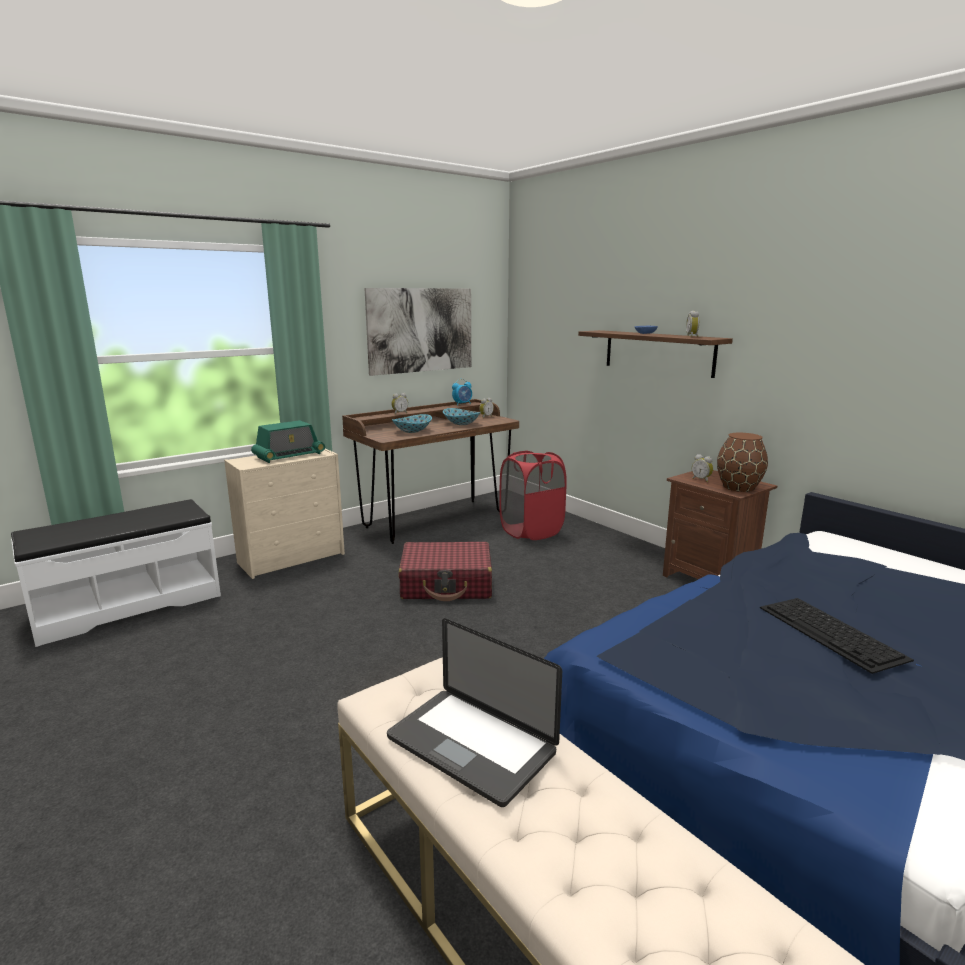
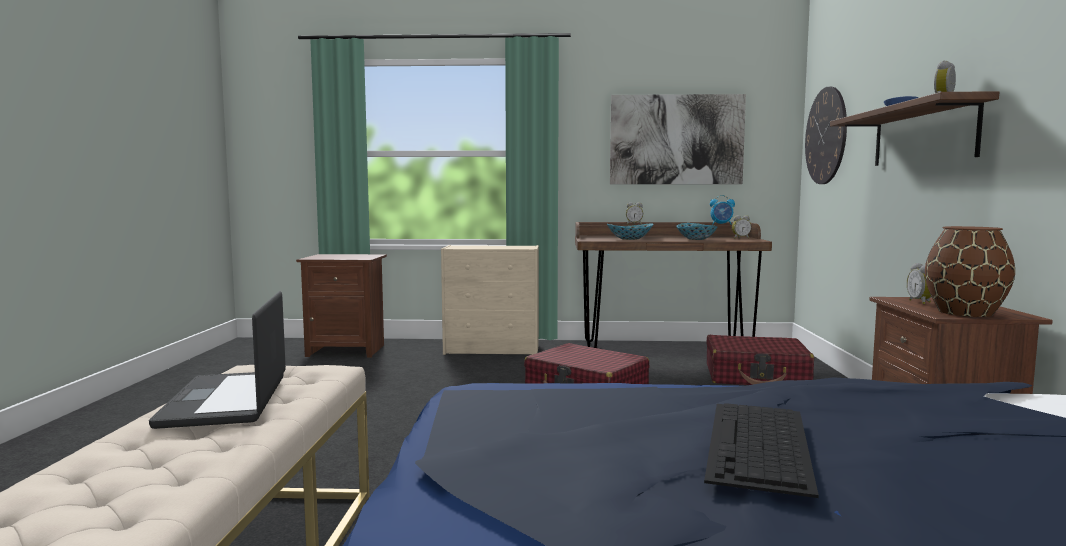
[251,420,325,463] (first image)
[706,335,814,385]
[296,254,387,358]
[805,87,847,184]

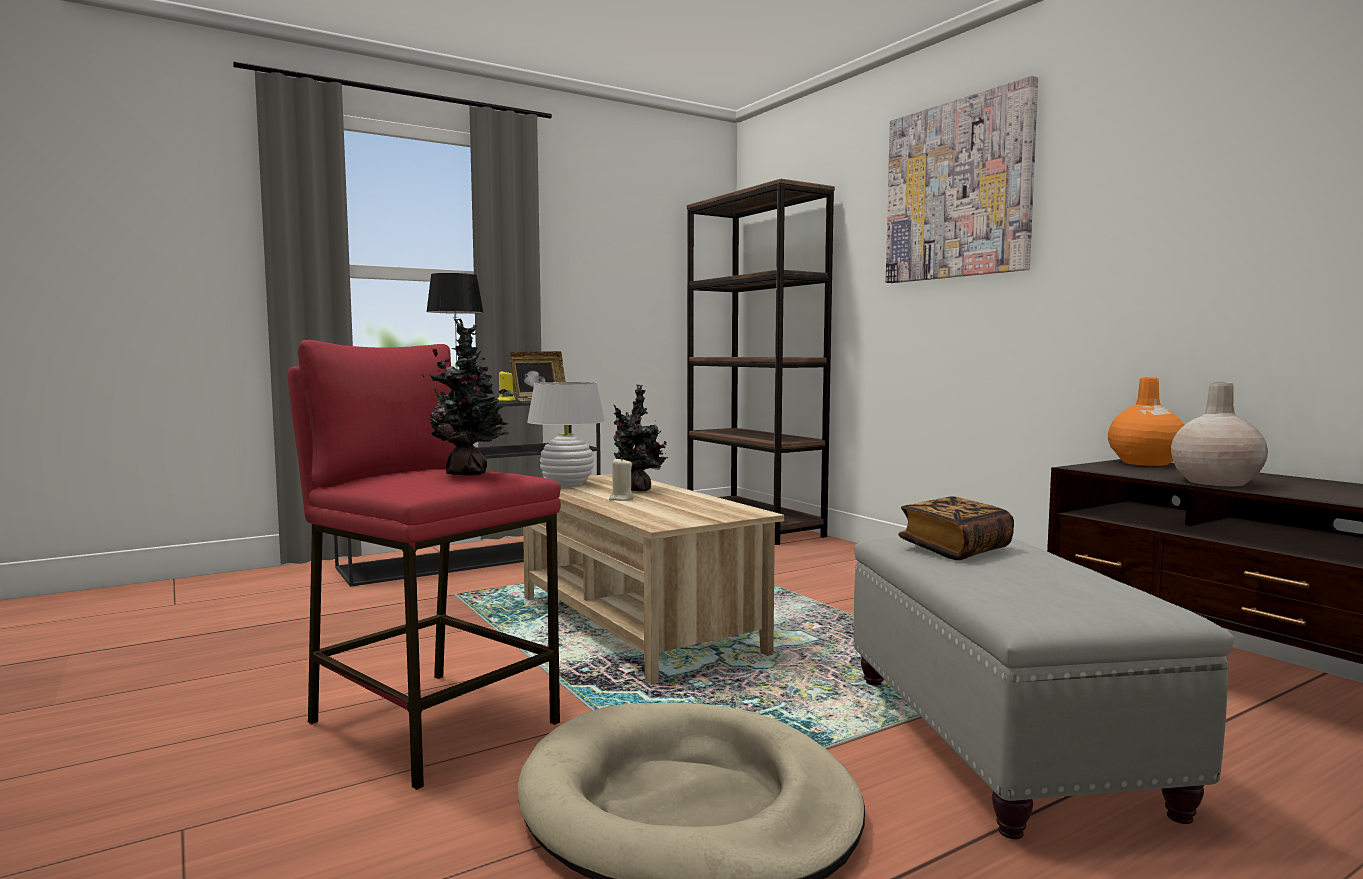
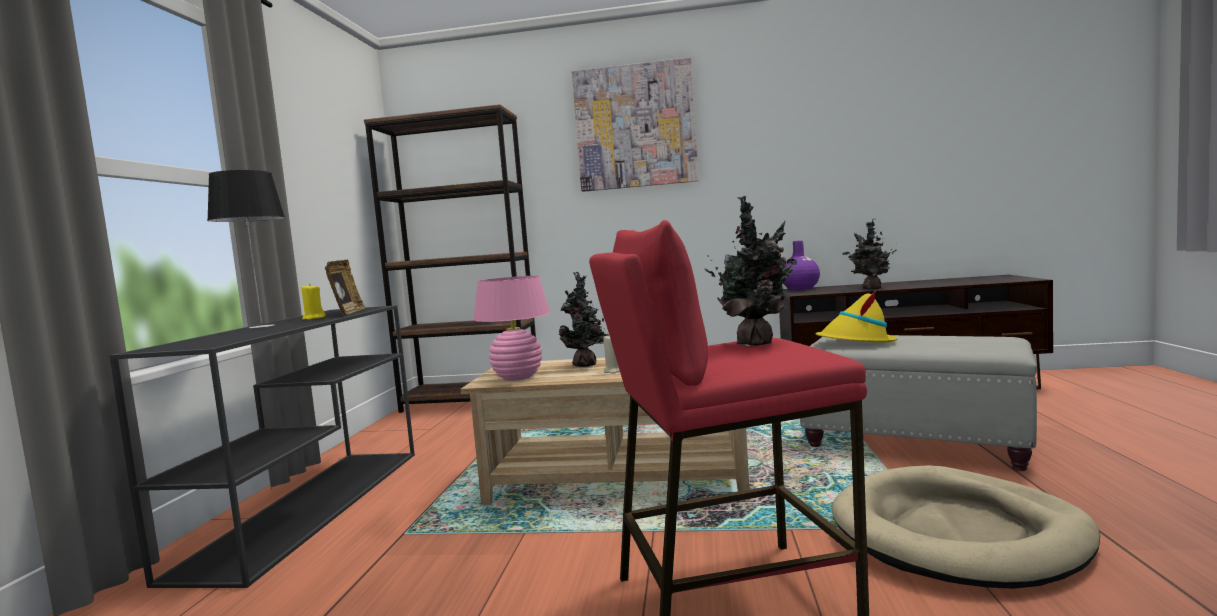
[783,241,820,290]
[474,276,550,381]
[842,219,897,290]
[815,289,898,343]

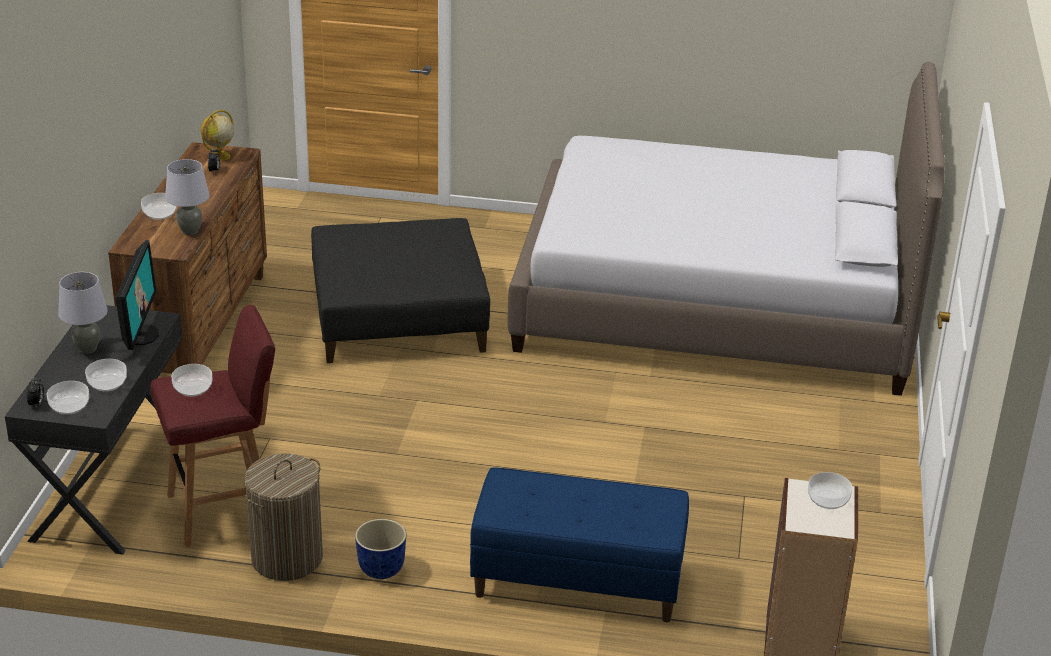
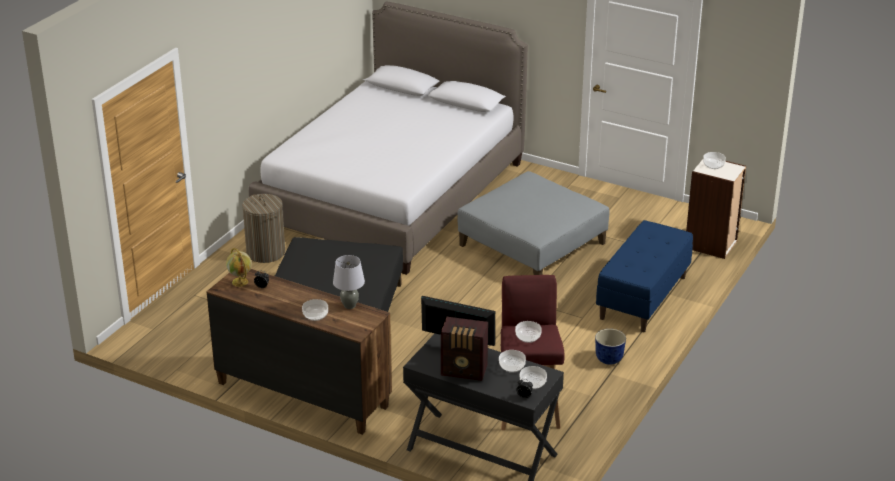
[441,317,488,381]
[242,194,285,263]
[458,171,610,275]

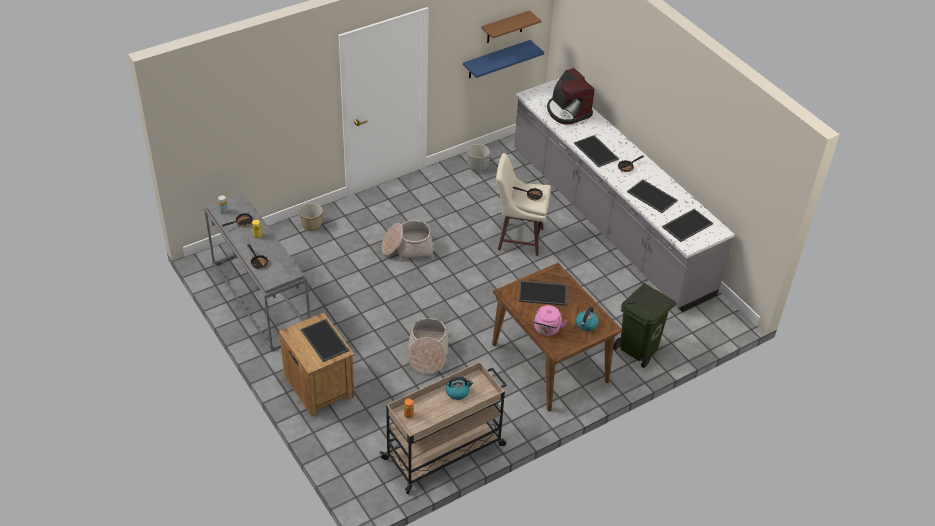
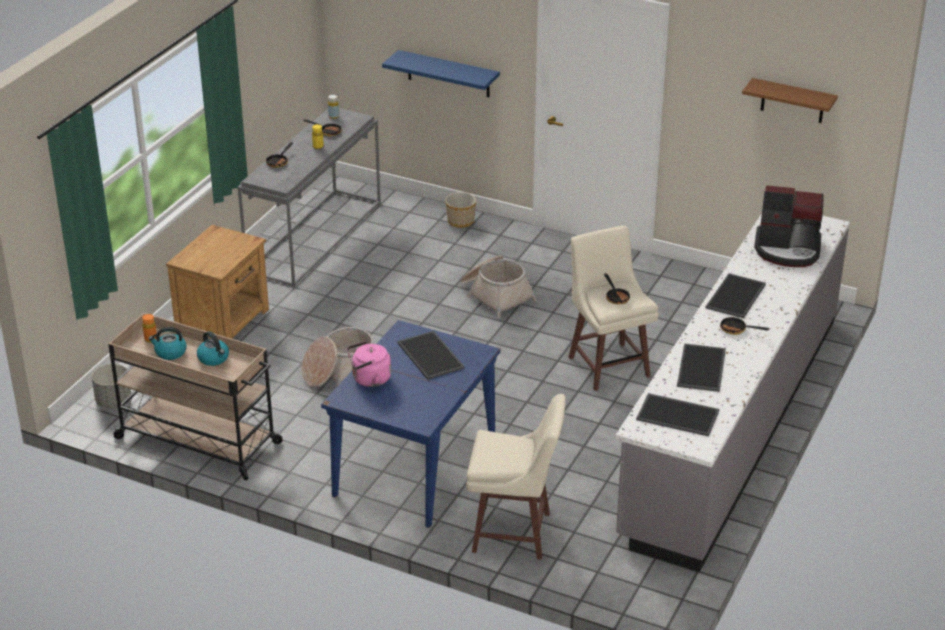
[382,50,500,97]
[754,185,824,267]
[91,364,131,408]
[321,320,501,528]
[466,394,566,560]
[148,327,187,360]
[301,319,349,362] (first image)

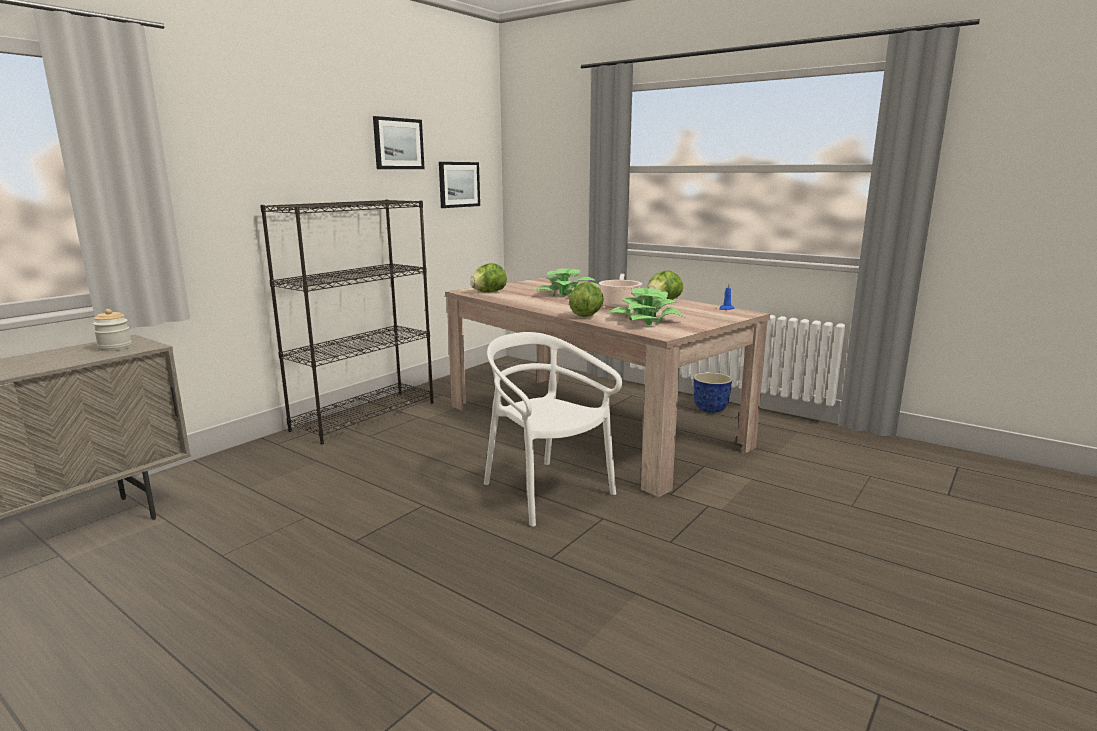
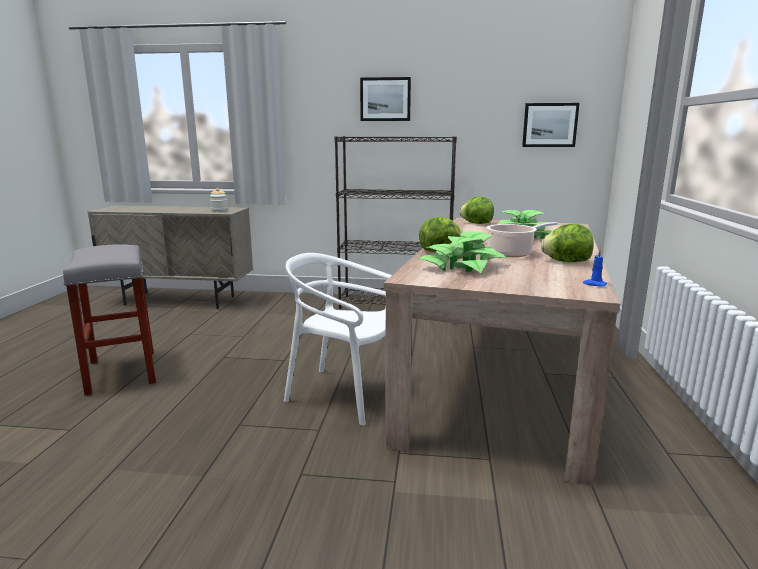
[360,77,411,121]
[284,253,392,426]
[693,372,732,413] (first image)
[63,244,156,395]

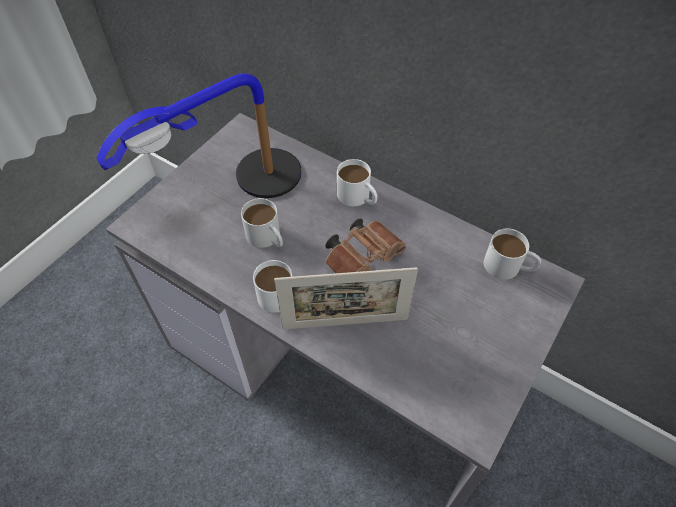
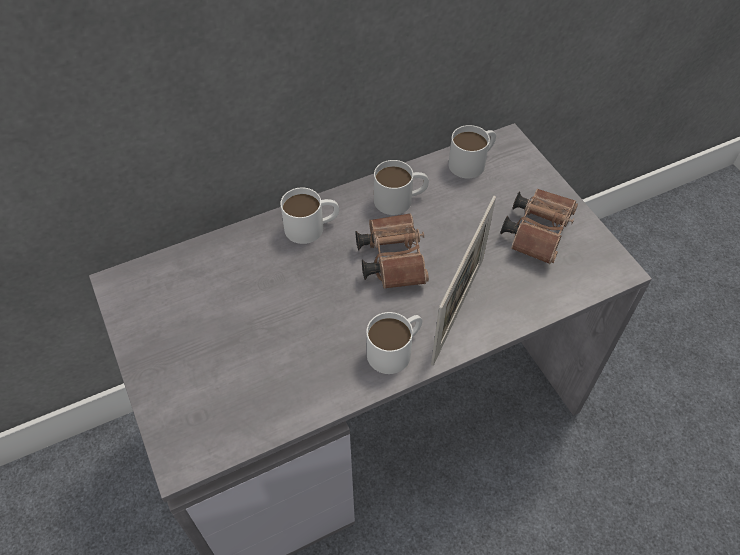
[97,74,302,198] (first image)
[374,160,429,215]
[500,188,578,264]

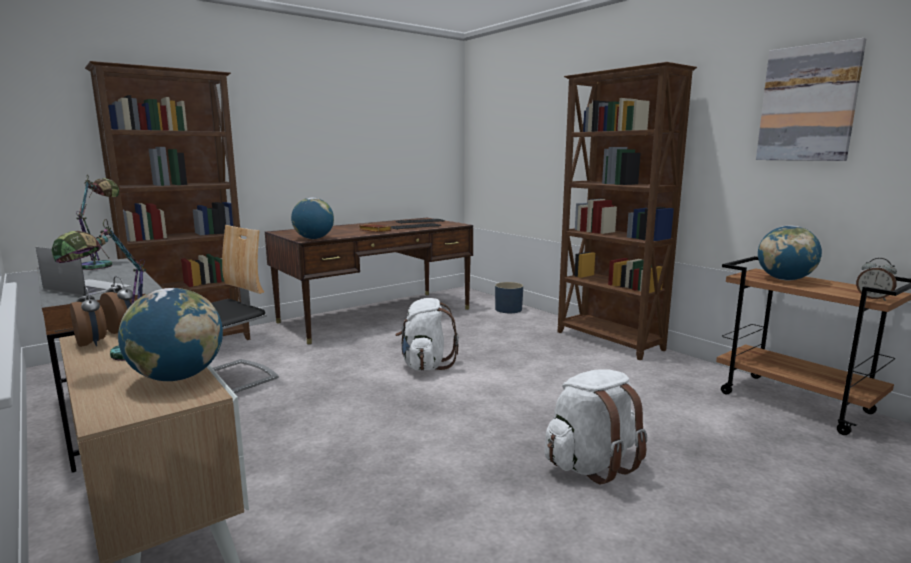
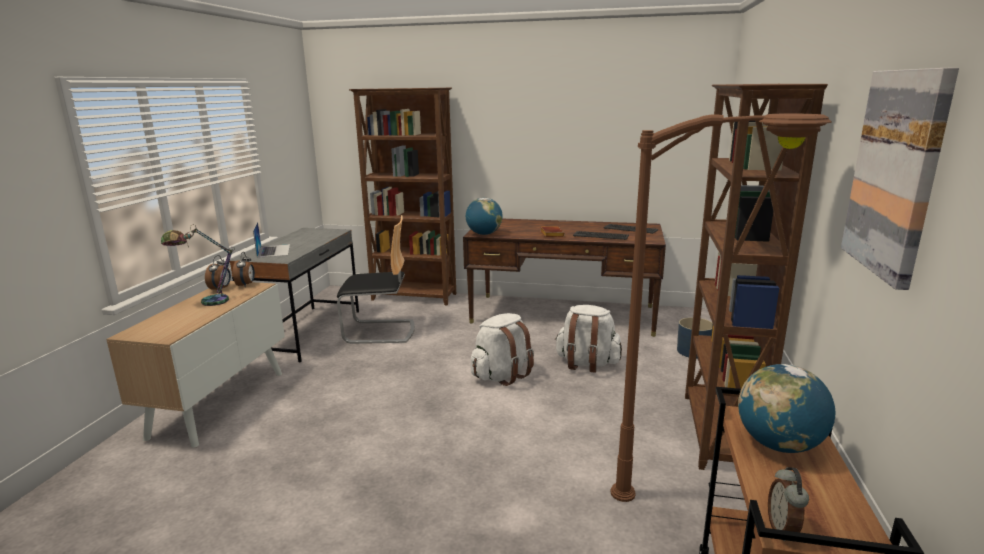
[76,176,119,270] (first image)
[118,288,223,381] (first image)
[555,305,622,373]
[611,113,832,502]

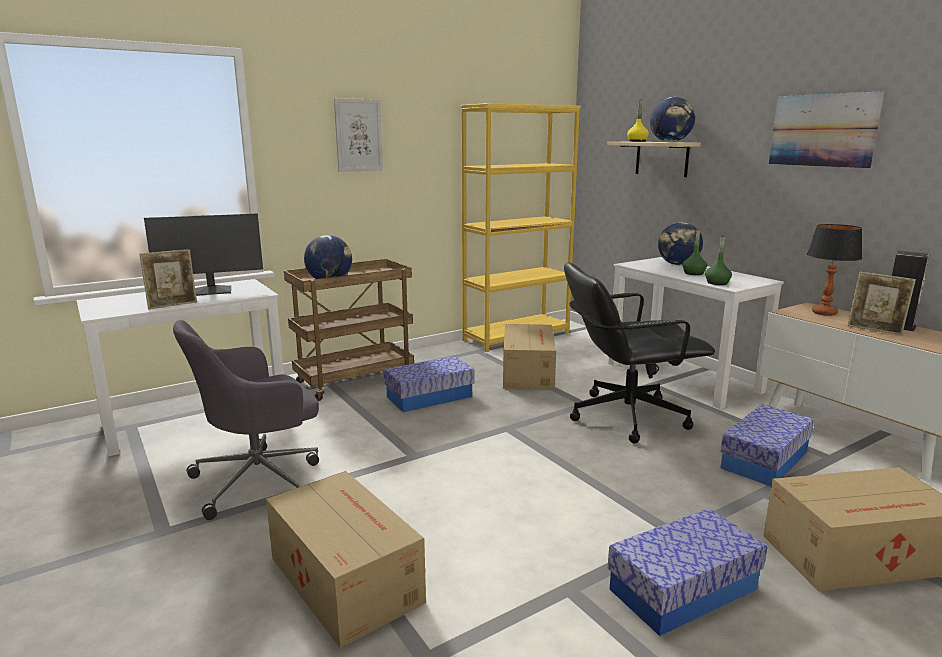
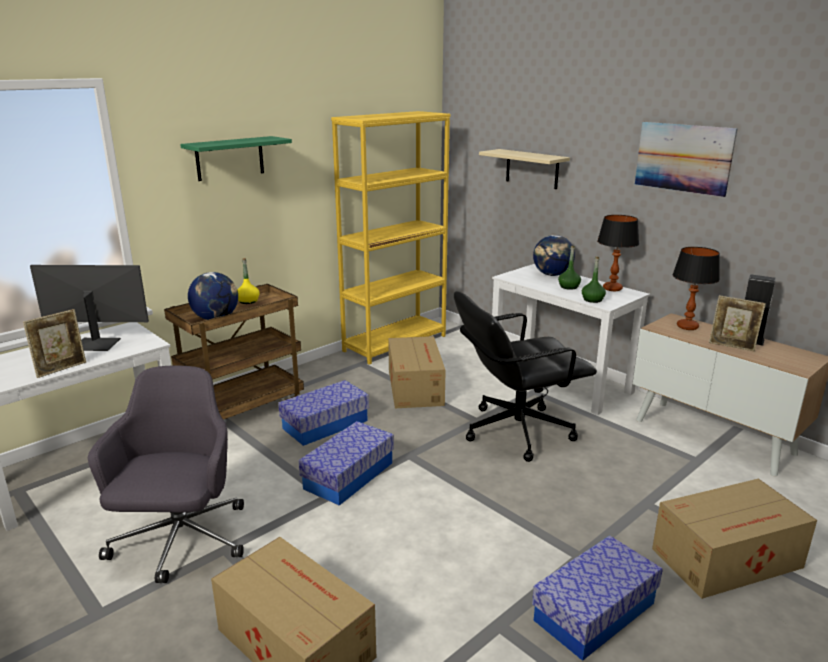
[650,97,695,142] (first image)
[180,136,292,181]
[237,258,260,304]
[30,265,149,351]
[88,365,244,583]
[299,421,394,506]
[597,215,639,291]

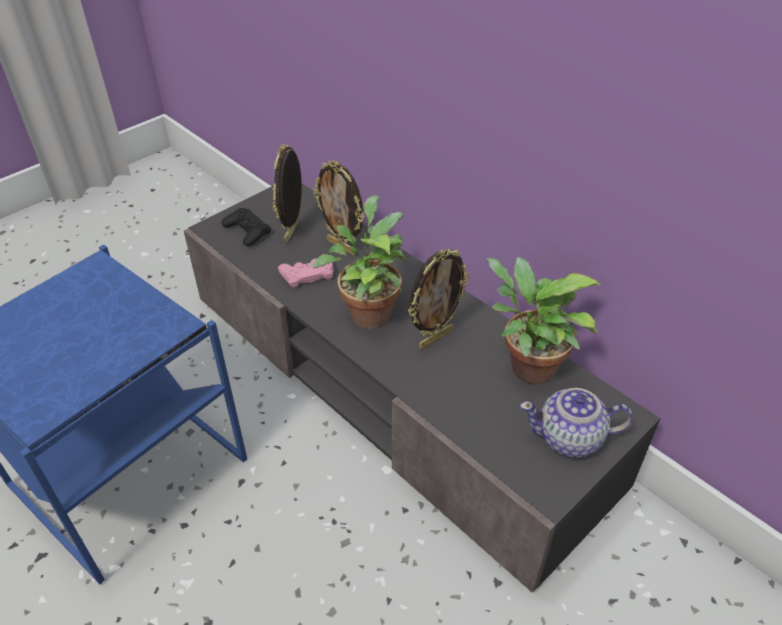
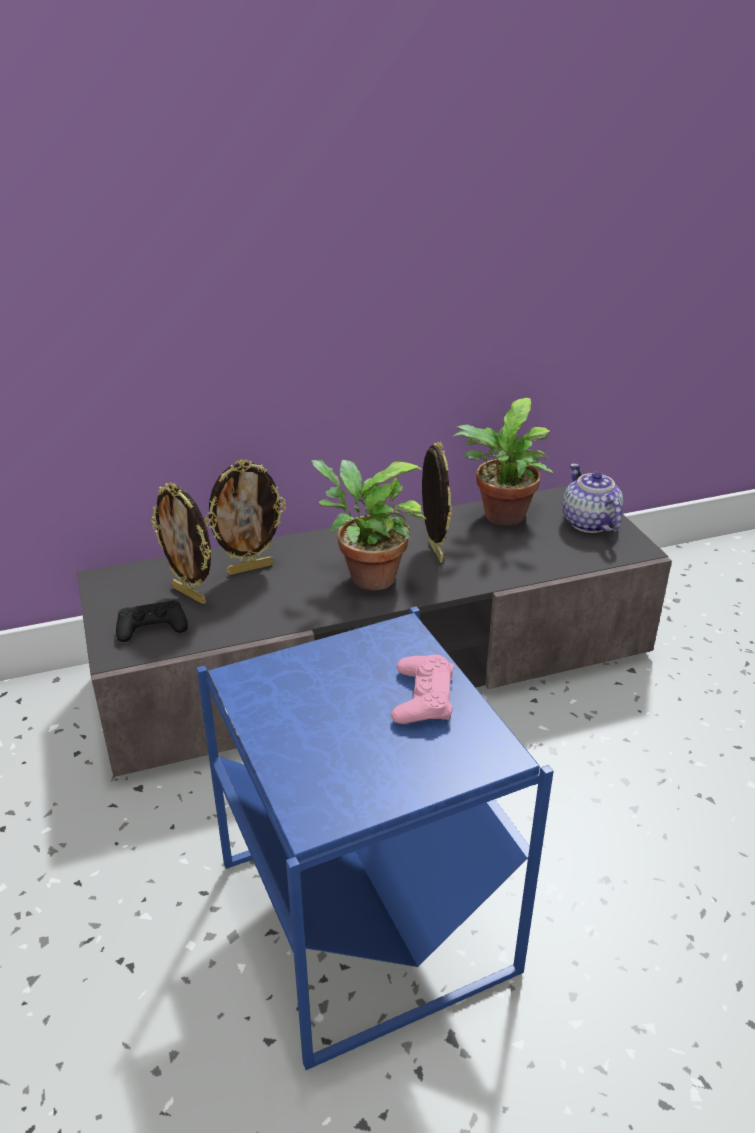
[391,654,454,724]
[562,463,623,533]

